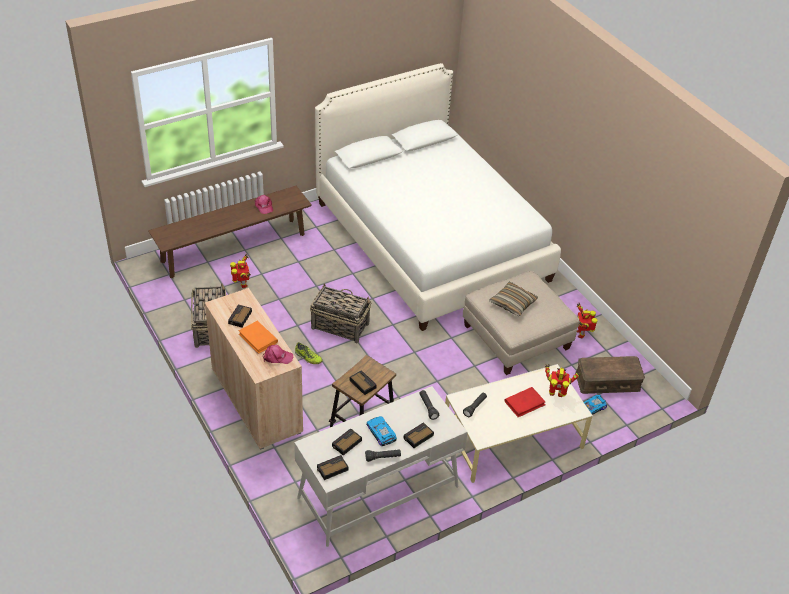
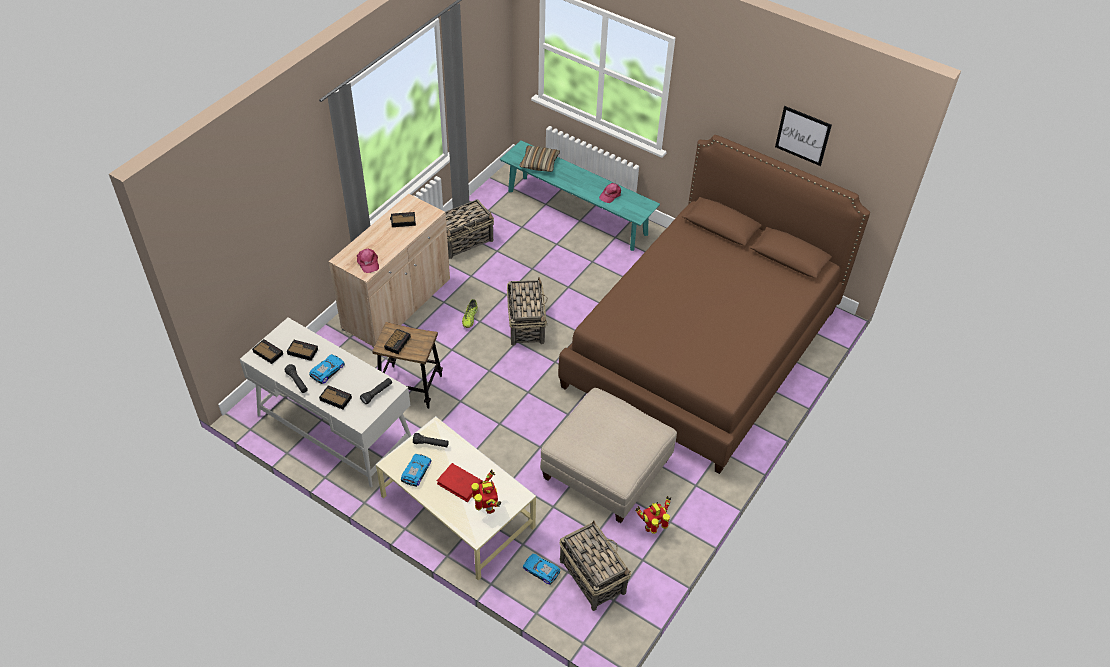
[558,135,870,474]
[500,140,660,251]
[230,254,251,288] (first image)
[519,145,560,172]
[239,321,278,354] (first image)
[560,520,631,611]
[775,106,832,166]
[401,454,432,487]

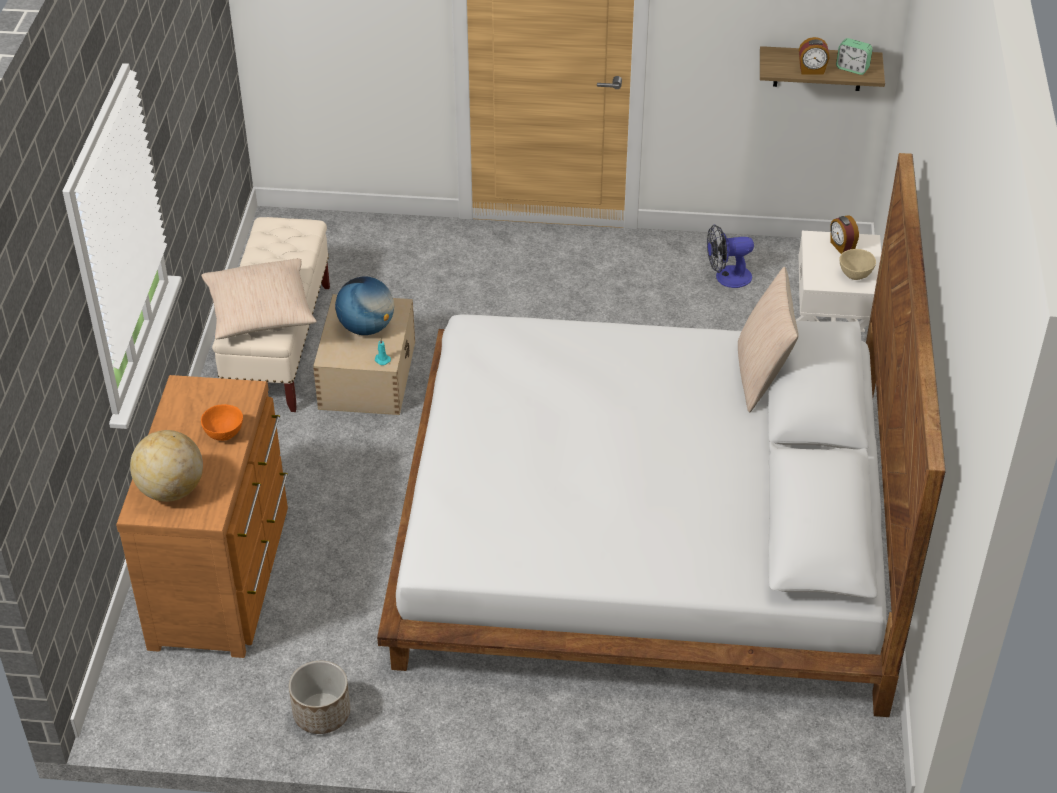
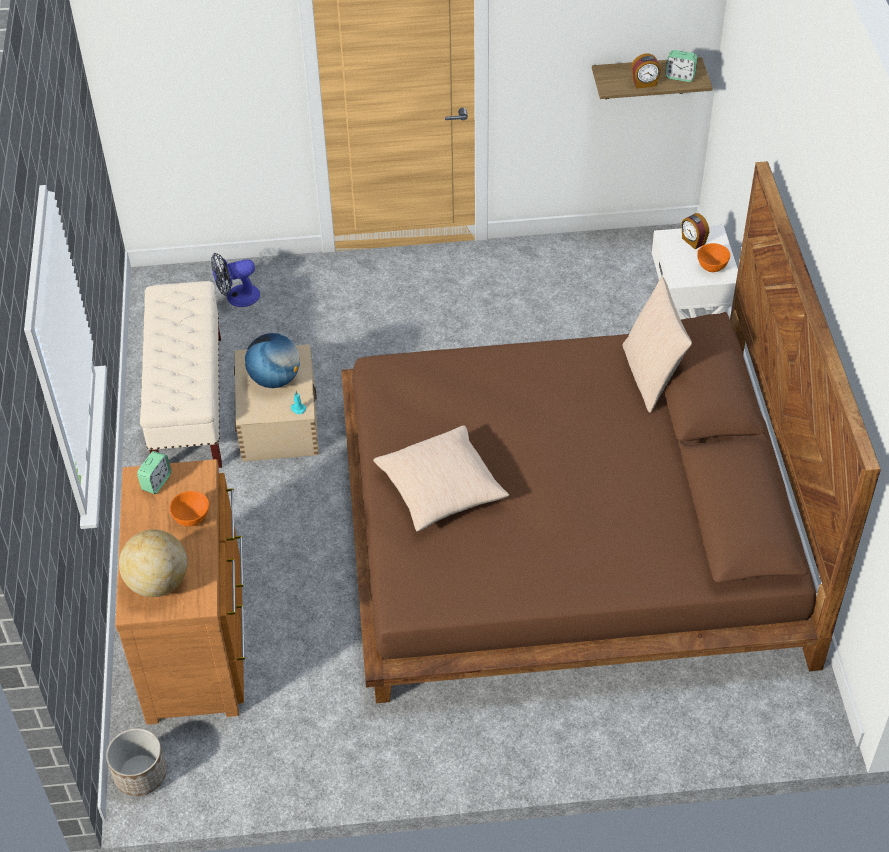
[341,161,881,703]
[211,253,260,307]
[697,243,730,272]
[373,425,509,532]
[106,728,167,796]
[137,451,171,494]

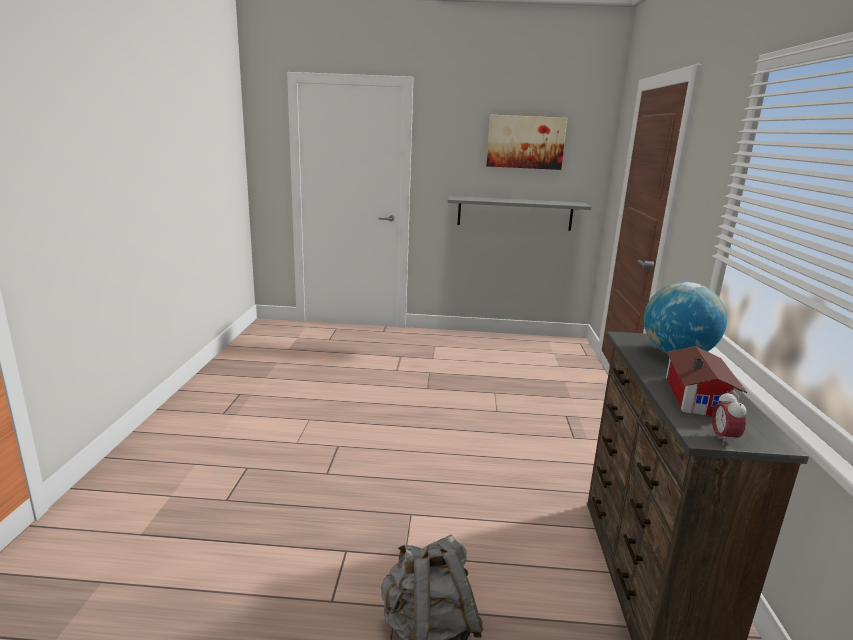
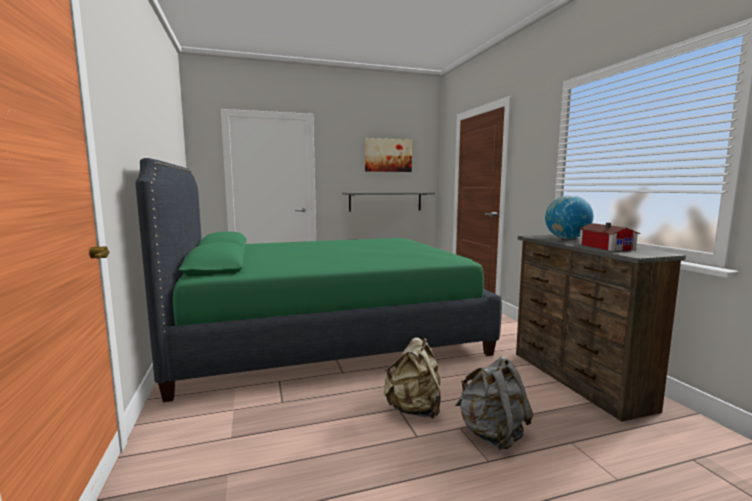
[712,390,747,445] (first image)
[136,158,502,402]
[384,337,441,419]

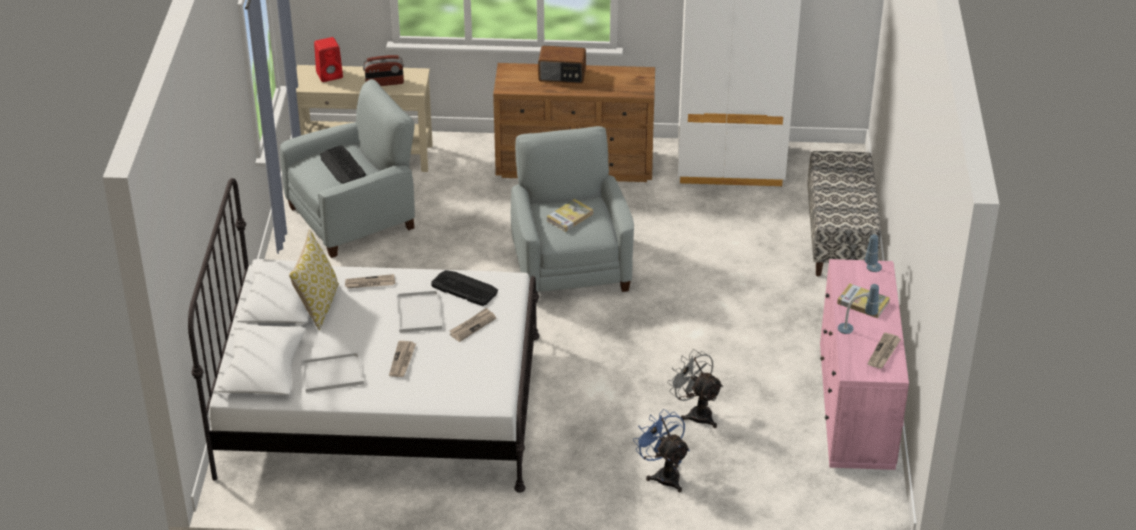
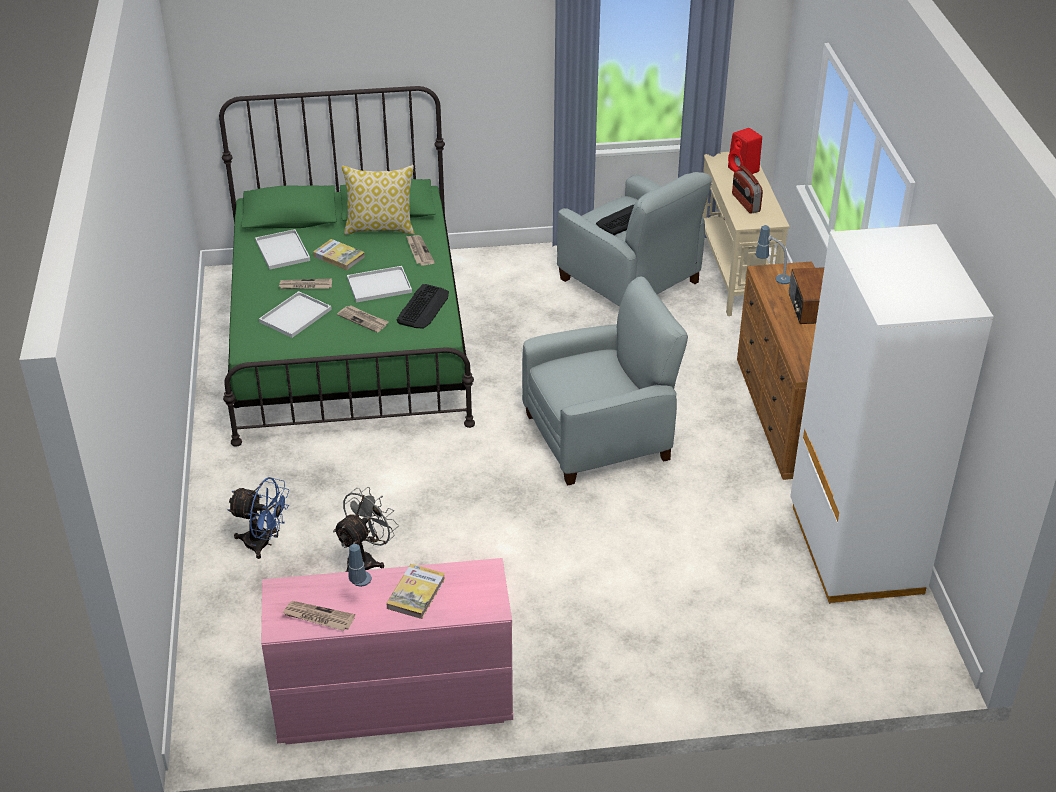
[807,151,881,276] (first image)
[219,86,475,447]
[313,239,365,270]
[755,225,791,284]
[228,477,289,559]
[259,291,332,338]

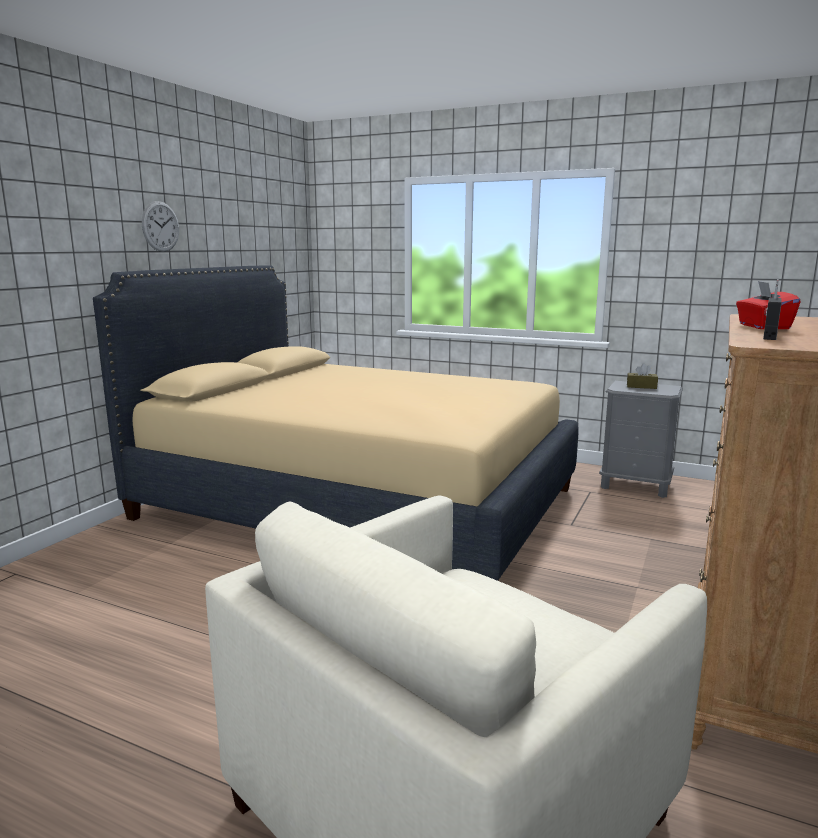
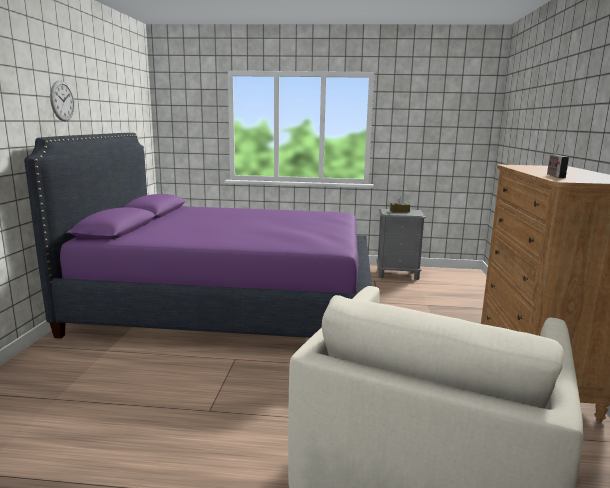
[24,133,372,338]
[736,281,801,329] (first image)

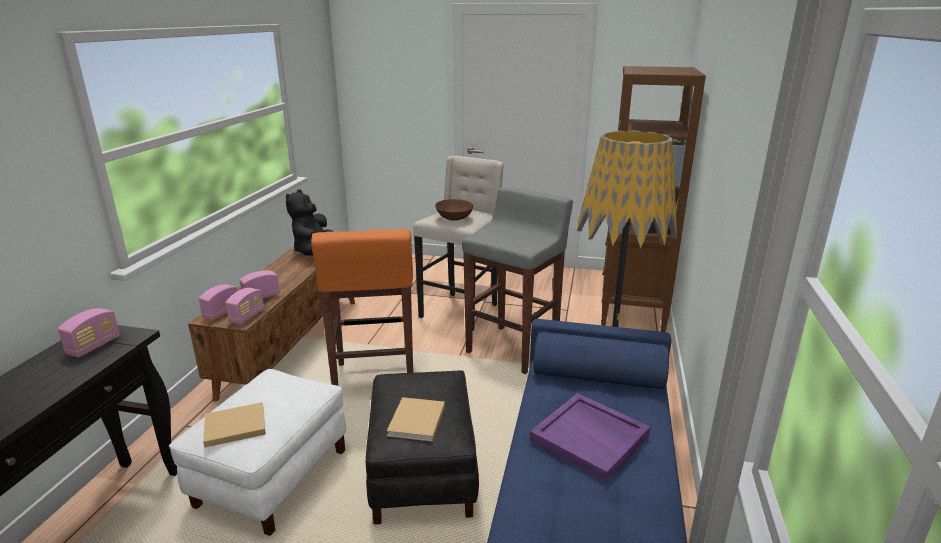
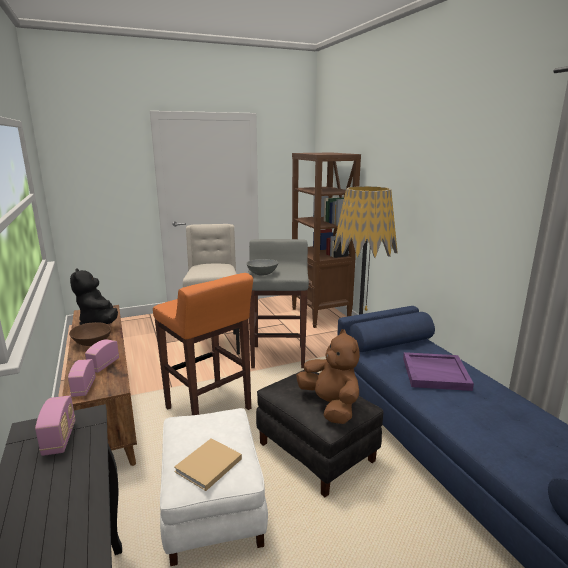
[69,322,111,346]
[226,288,264,325] (first image)
[296,329,360,424]
[246,259,278,276]

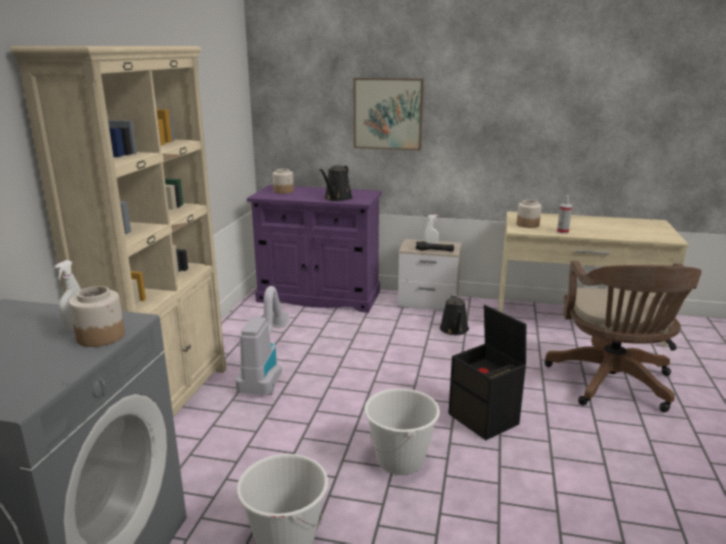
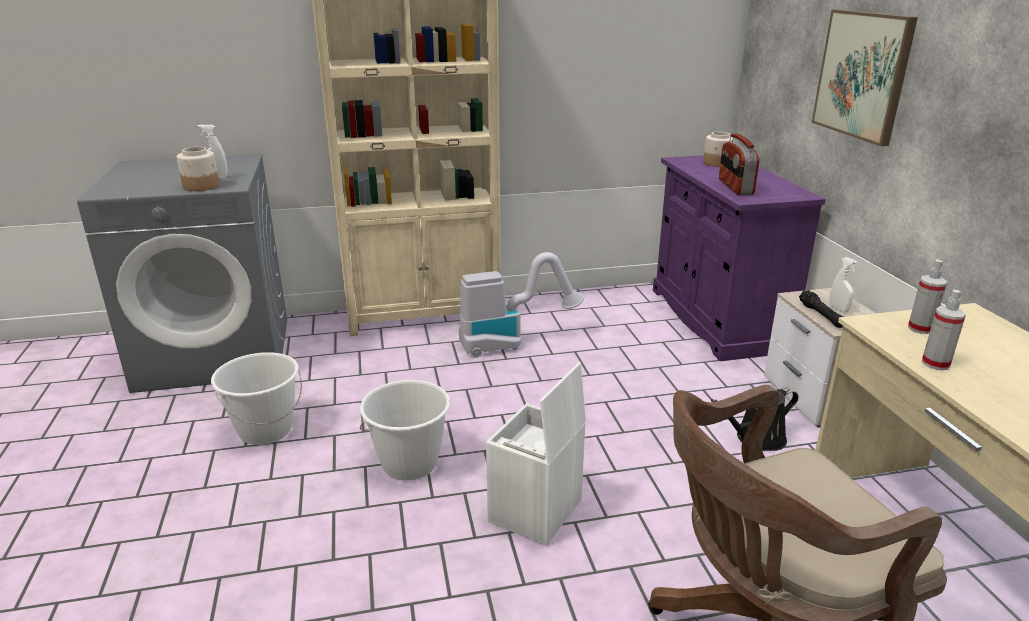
[719,134,760,195]
[908,260,947,334]
[486,362,586,546]

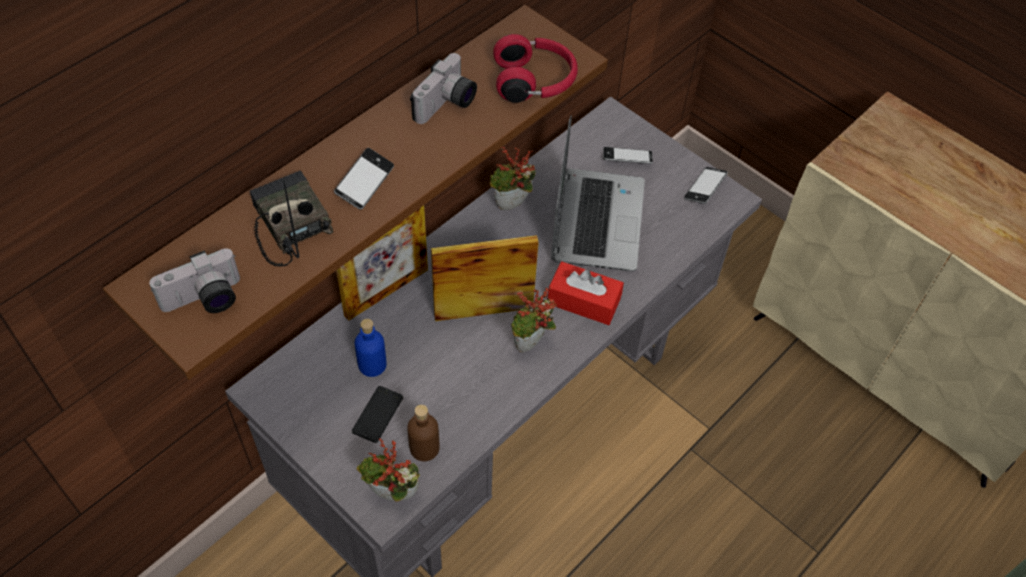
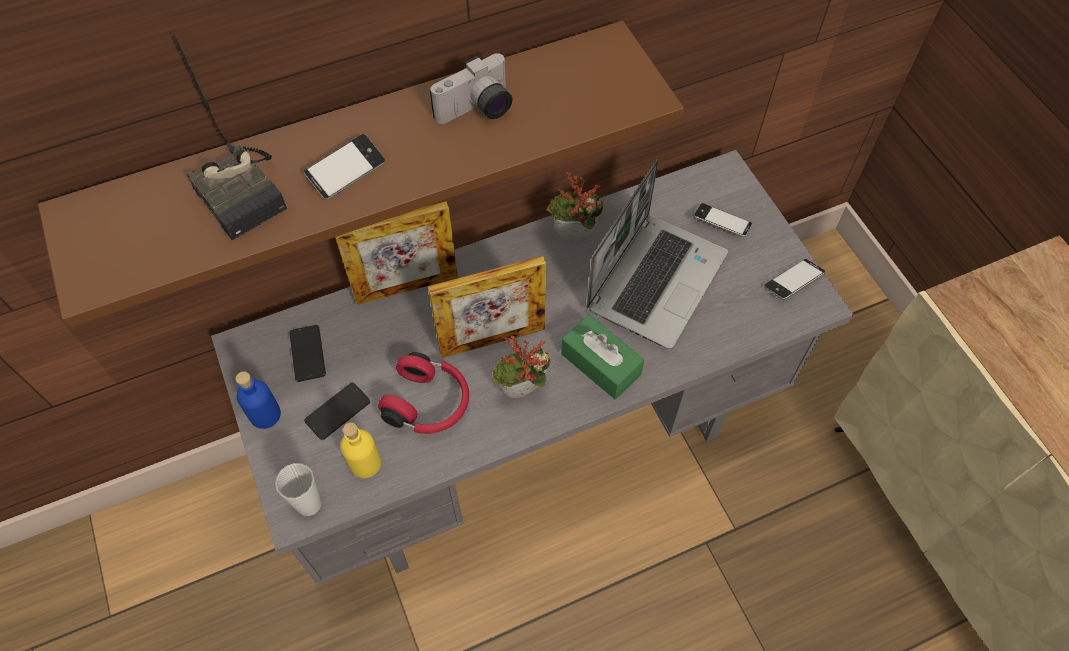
[378,352,469,434]
[172,33,287,240]
[428,256,546,358]
[149,248,240,313] (first image)
[561,315,644,399]
[236,371,281,429]
[340,423,381,478]
[275,463,322,516]
[289,325,326,382]

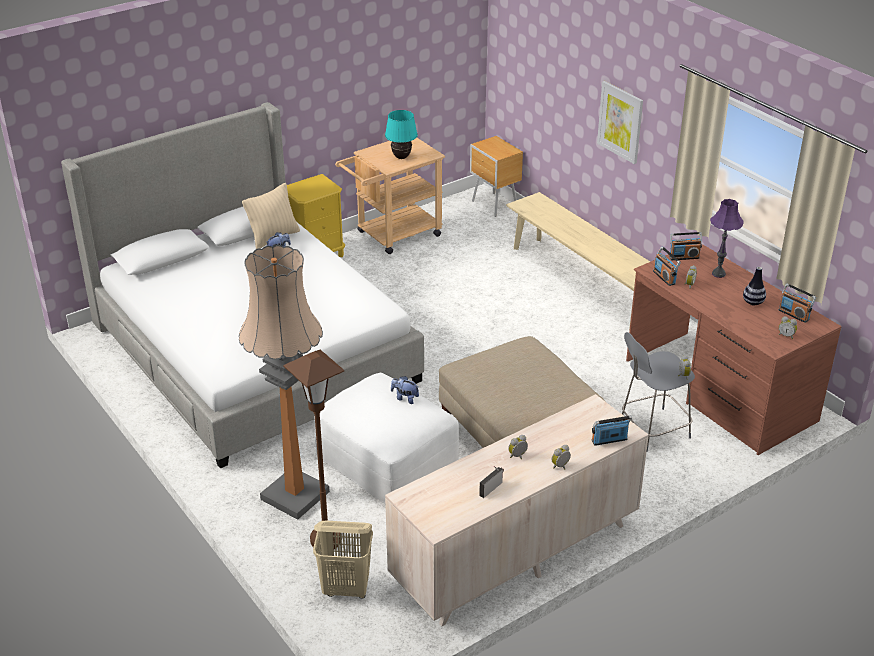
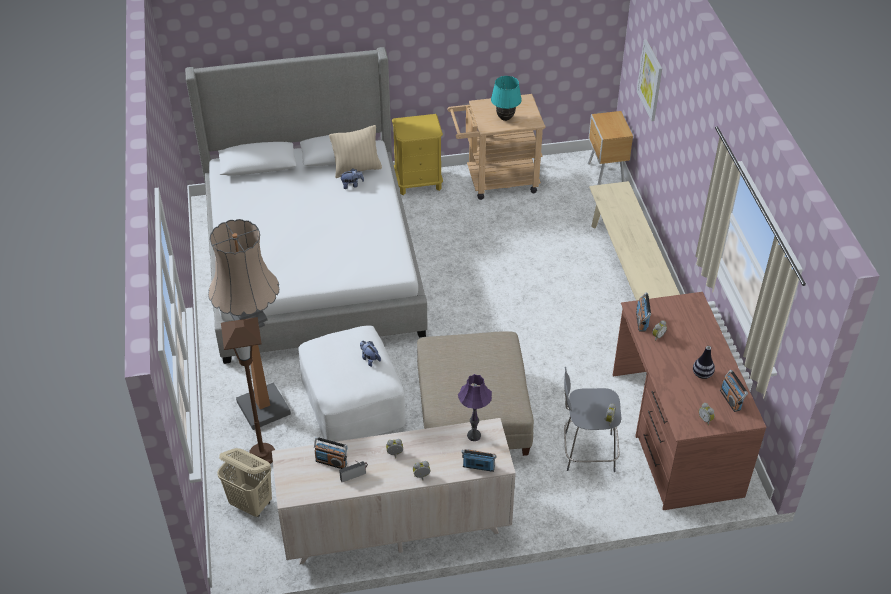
[637,39,662,121]
[458,374,492,441]
[314,437,348,469]

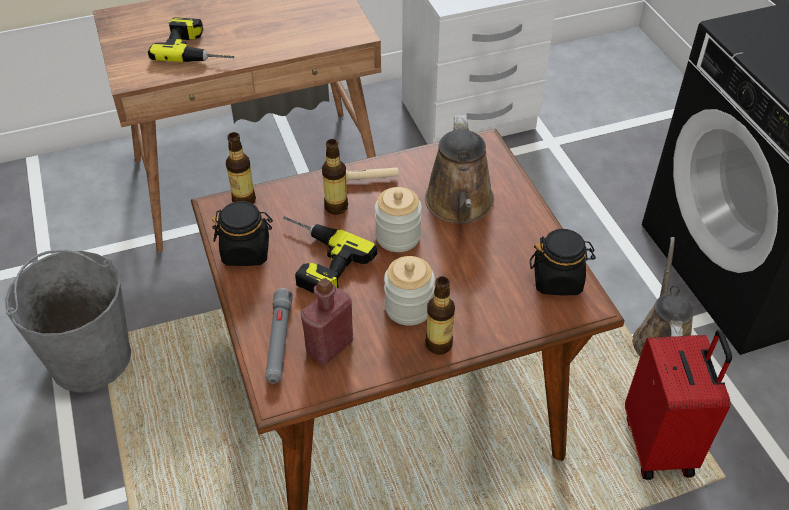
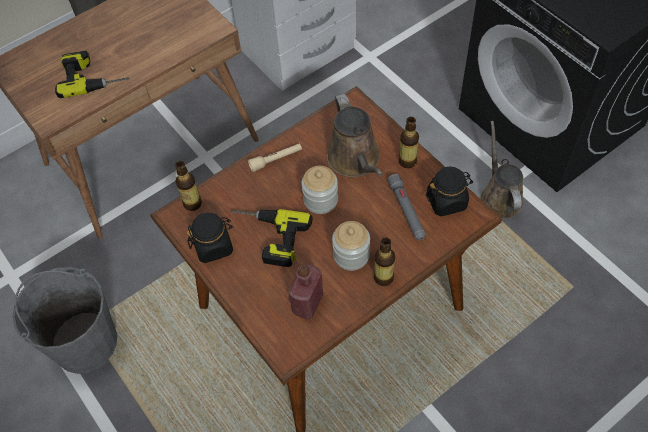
[399,117,419,168]
[387,174,426,240]
[625,330,732,480] (first image)

